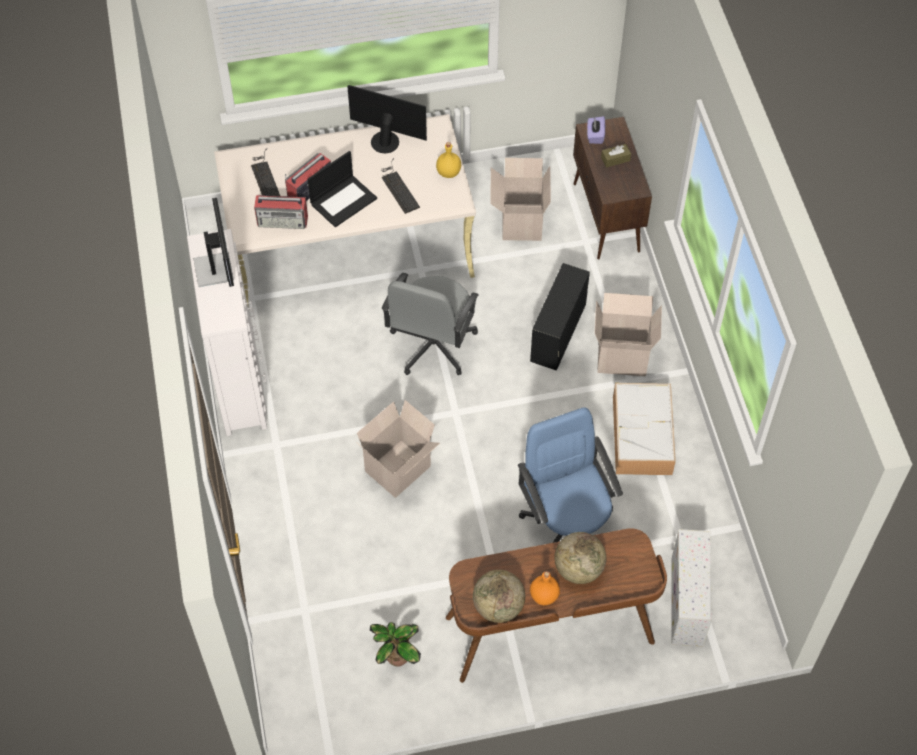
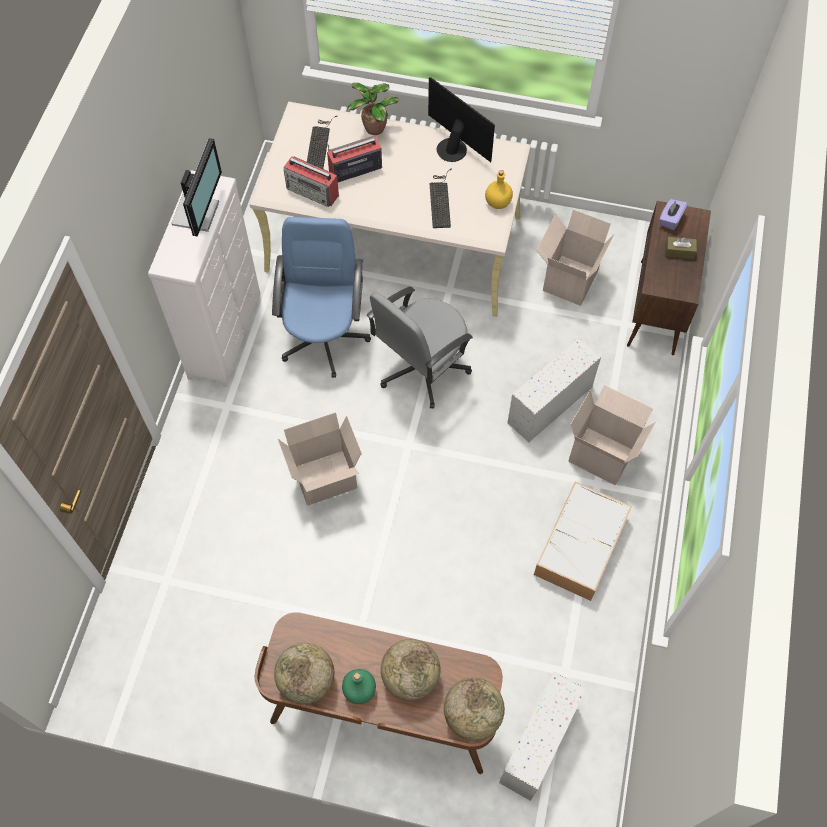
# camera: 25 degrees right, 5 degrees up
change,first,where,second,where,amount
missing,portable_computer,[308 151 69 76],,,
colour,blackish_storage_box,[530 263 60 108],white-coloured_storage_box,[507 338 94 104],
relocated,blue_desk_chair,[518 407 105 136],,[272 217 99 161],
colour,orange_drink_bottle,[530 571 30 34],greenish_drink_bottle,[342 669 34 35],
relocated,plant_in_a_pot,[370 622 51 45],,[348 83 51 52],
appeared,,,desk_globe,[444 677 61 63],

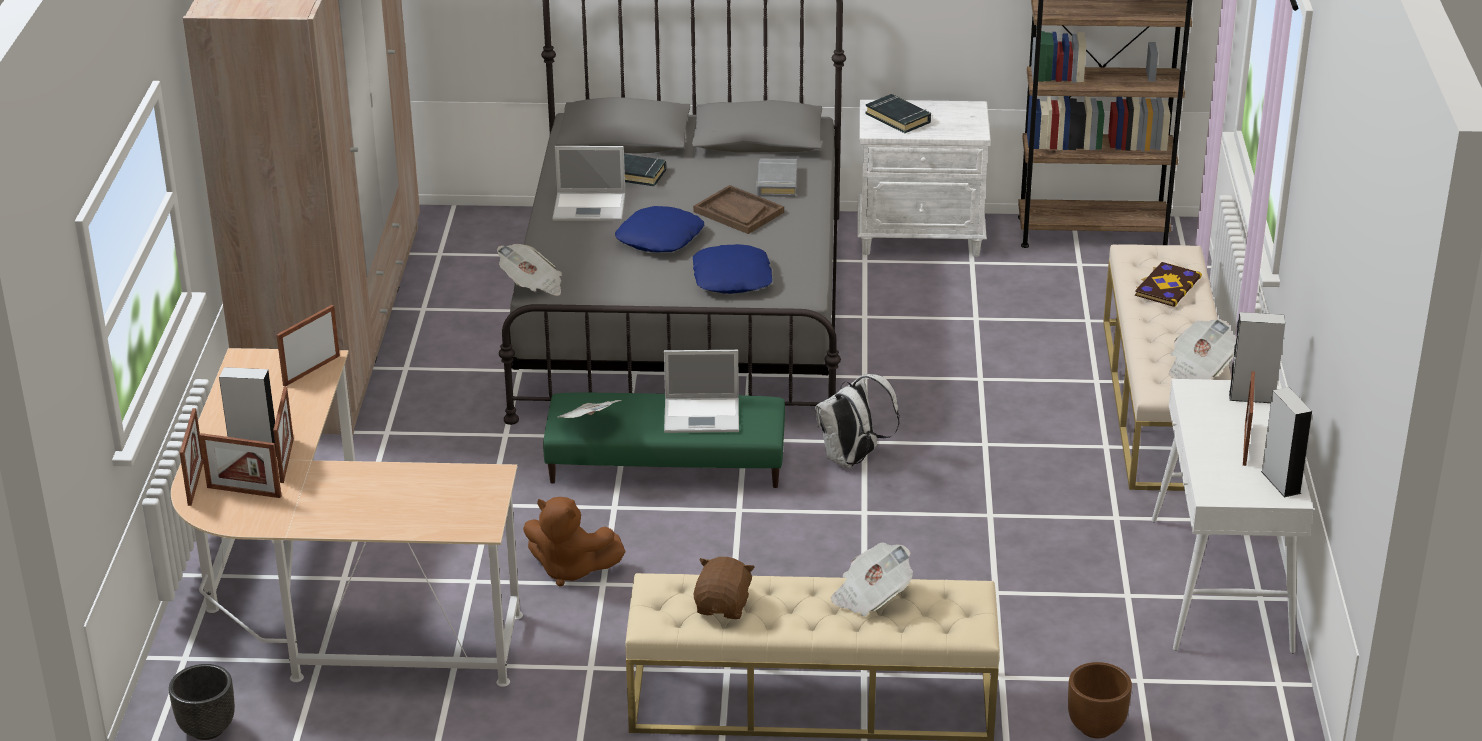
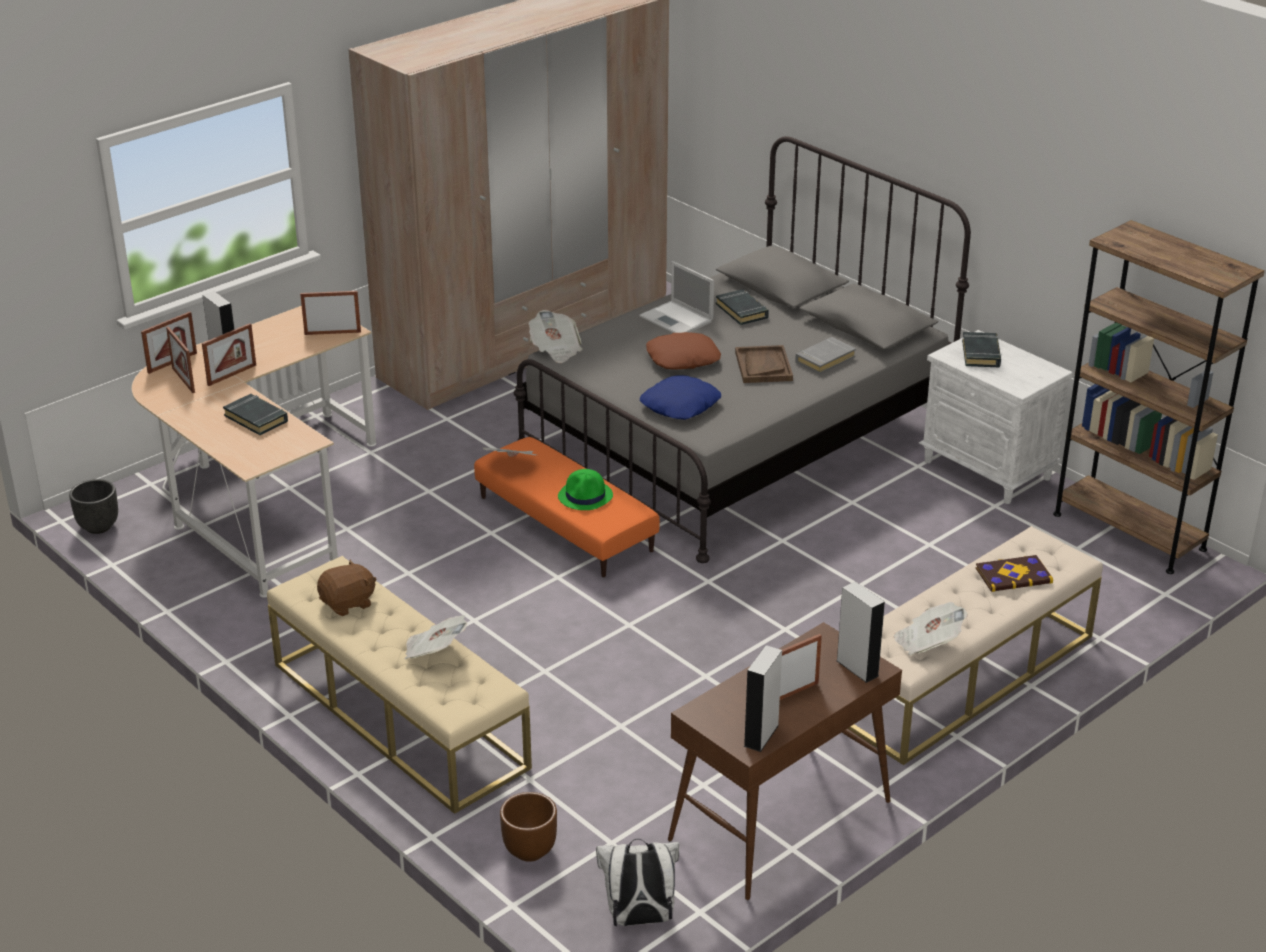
# camera: 45 degrees right, 0 degrees up
change,first,where,second,where,amount
colour,blue_cushion,[615 206 89 46],brown_cushion,[646 332 75 38],
exchanged,portable_computer,[664 350 75 83],greenish_clothing_hat,[558 469 55 41],
relocated,white-coloured_backpack,[815 374 85 94],,[596 839 83 87],
colour,white-coloured_narrow_table,[1152 379 161 274],brown_narrow_table,[668 622 234 278],
colour,greenish_ottoman,[543 393 242 95],orange_ottoman,[474 437 186 140],
missing,brown_plush_toy,[523 497 103 90],,,
appeared,,,blackish_book,[223 394 65 41],

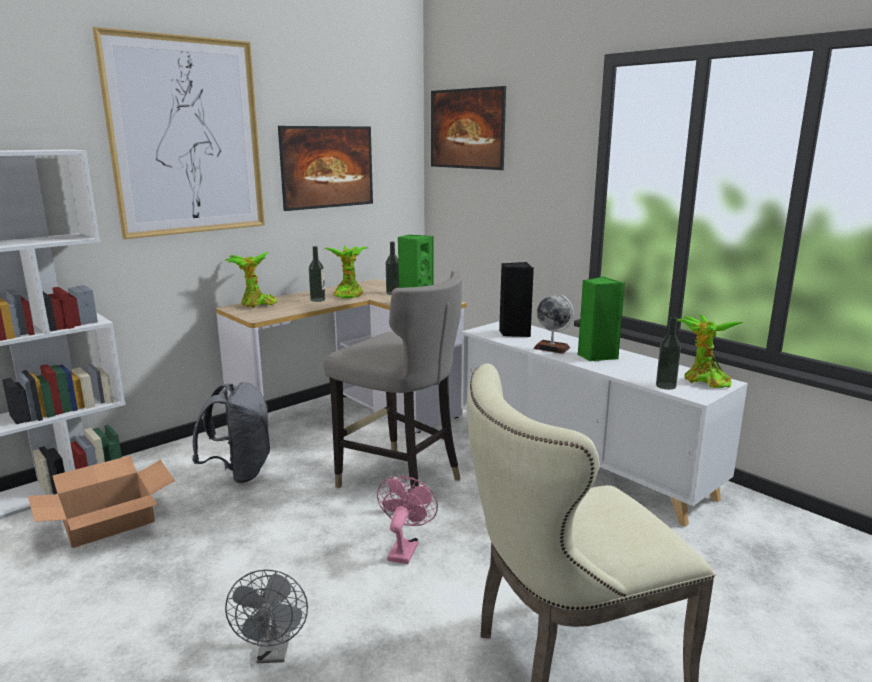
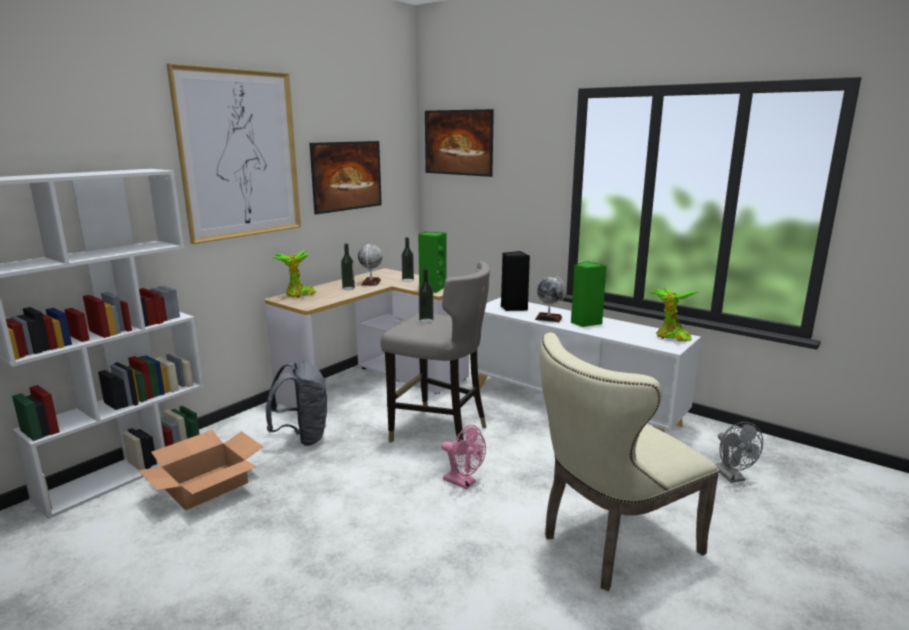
# camera: 10 degrees left, 0 degrees up
change,first,where,second,where,amount
exchanged,plant_in_a_pot,[324 246 44 52],desk_globe,[358 244 24 42],
relocated,drink_bottle,[656 317 25 73],,[419 269 15 54],
spun,pink_cooling_fan,[377 476 61 88],,[441 425 45 64],120 degrees clockwise
relocated,gray_cooling_fan,[225 569 83 94],,[715 422 48 61],

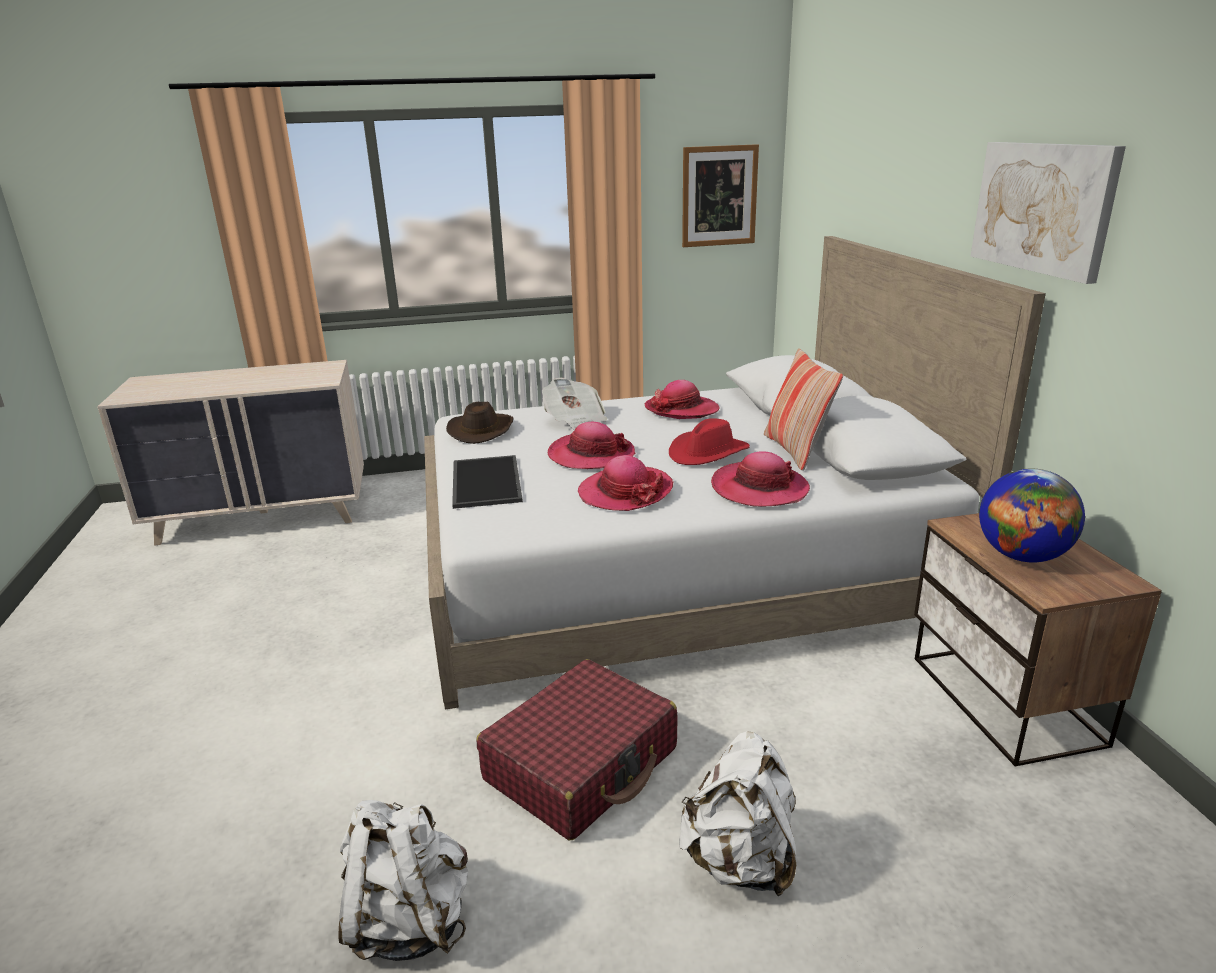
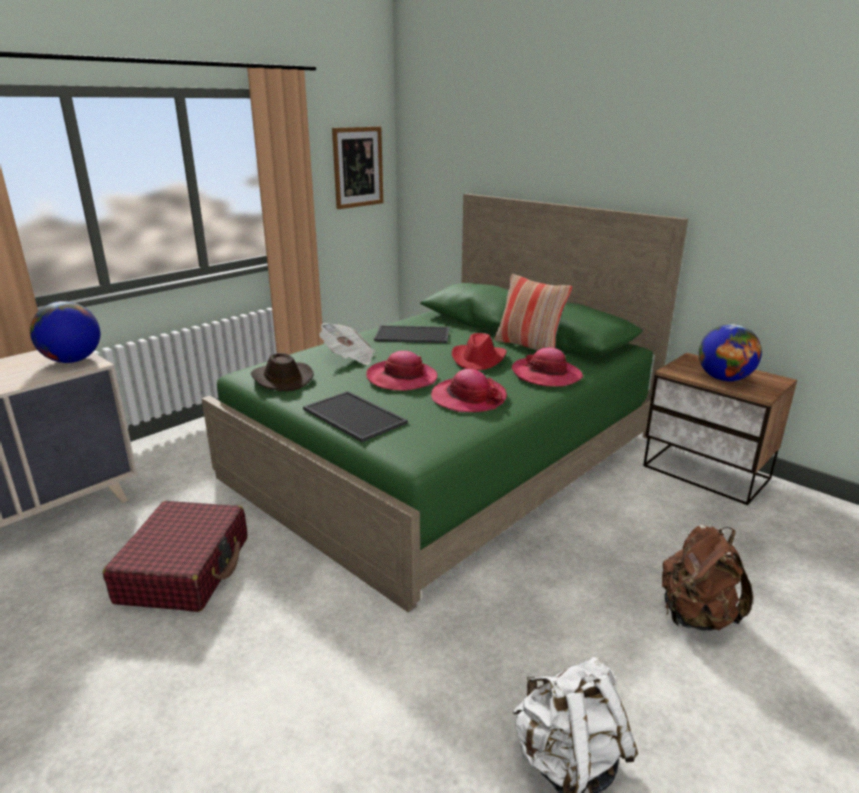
# camera: 35 degrees left, 0 degrees up
change,first,where,second,where,amount
missing,wall_picture,[971 142 155 142],,,
colour,white-coloured_bedroom_bed,[424 236 622 474],greenish_bedroom_bed,[201 194 487 419],
exchanged,clothing_hat,[644 380 76 39],carrying_tray,[374 325 75 18],
relocated,reddish_travel_case,[476 659 202 181],,[103 501 144 111],
colour,white-coloured_backpack,[679 731 117 165],brown_backpack,[662 524 91 107],
appeared,,,desk_globe,[30 301 70 62],

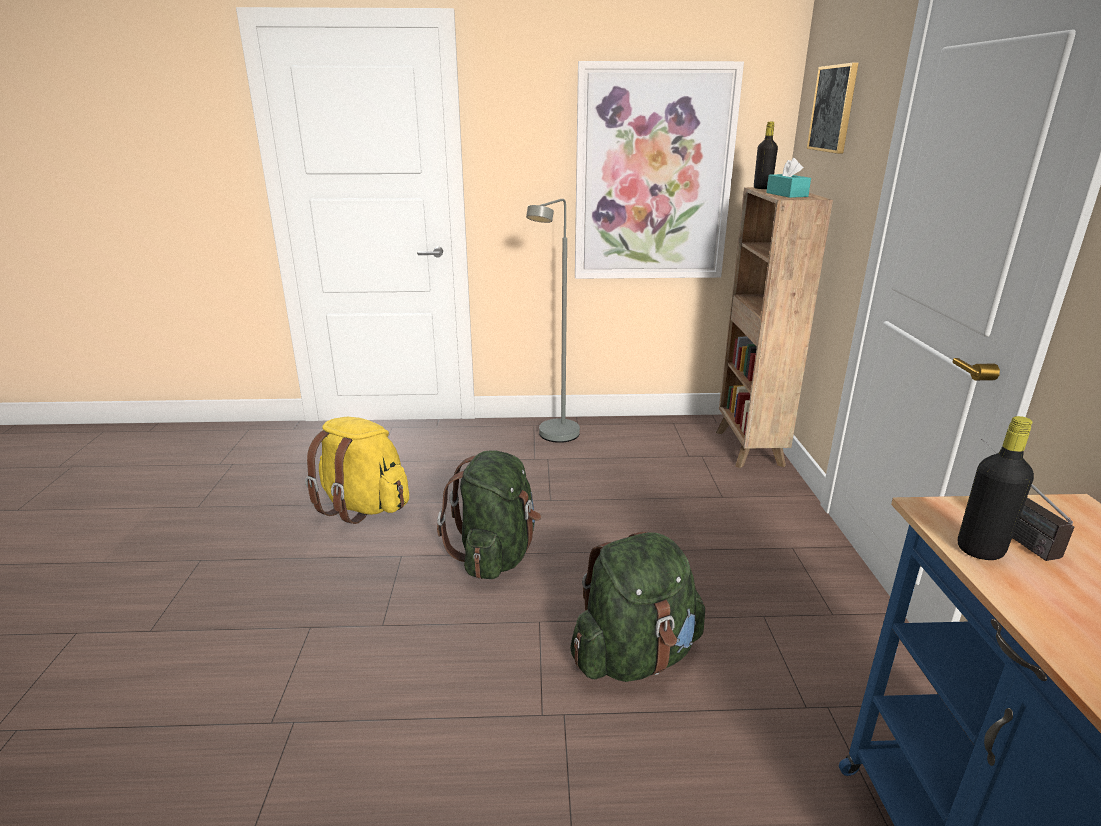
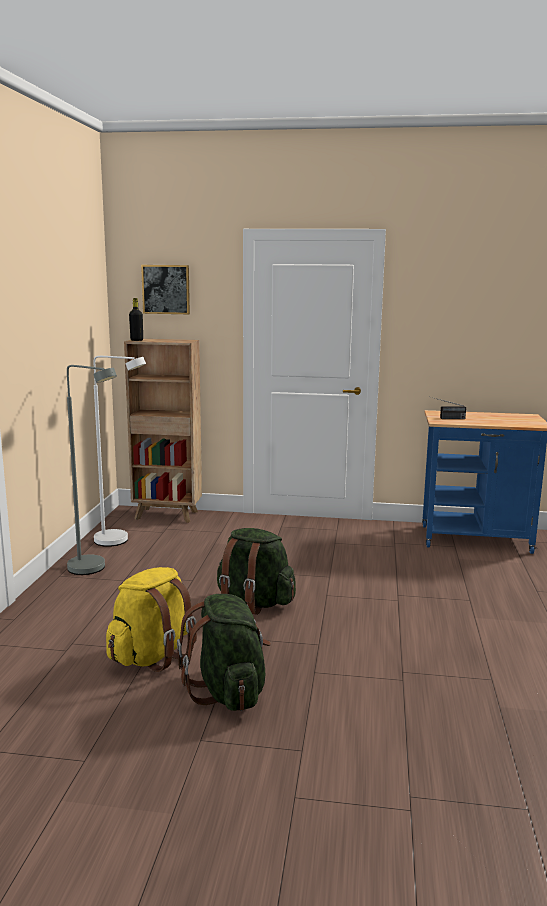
# camera: 80 degrees left, 10 degrees down
change,first,where,second,where,amount
missing,wall_picture,[575 61 169 218],,,
missing,blue-green_tissue_box,[766 158 45 40],,,
missing,blackish_drink_bottle,[958 416 76 144],,,
relocated,greenish_backpack,[570 532 135 150],,[177 594 94 117],
appeared,,,white-coloured_standing_lamp,[94 356 52 191],

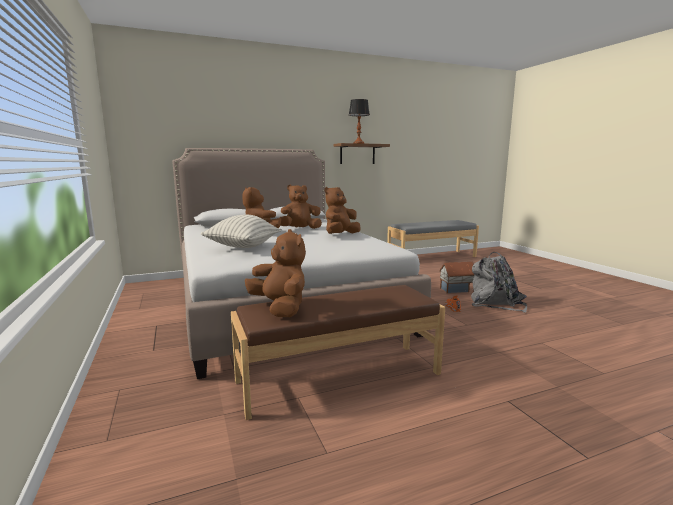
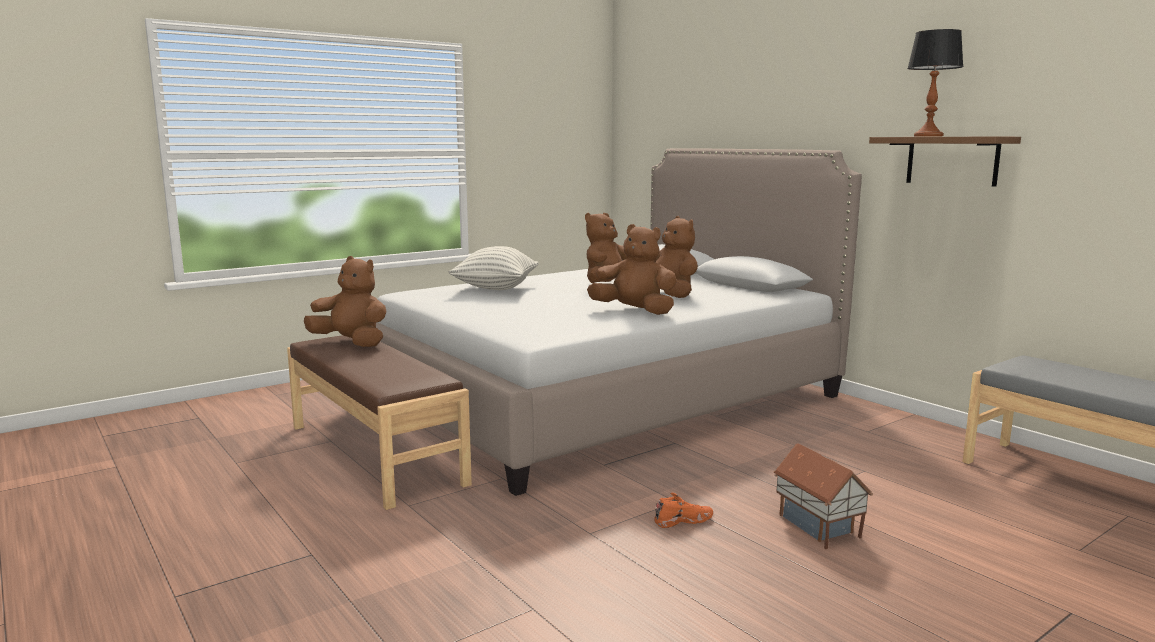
# camera: 75 degrees right, 0 degrees up
change,first,where,second,where,amount
spun,brown_plush_toy,[245 229 61 88],,[304 256 82 91],105 degrees counterclockwise
missing,gray_backpack,[471 252 56 61],,,

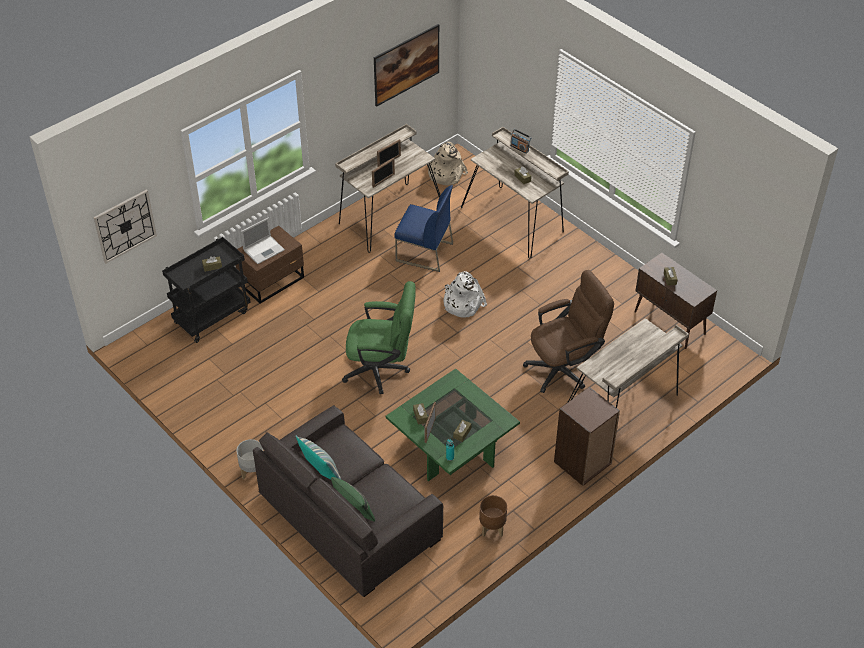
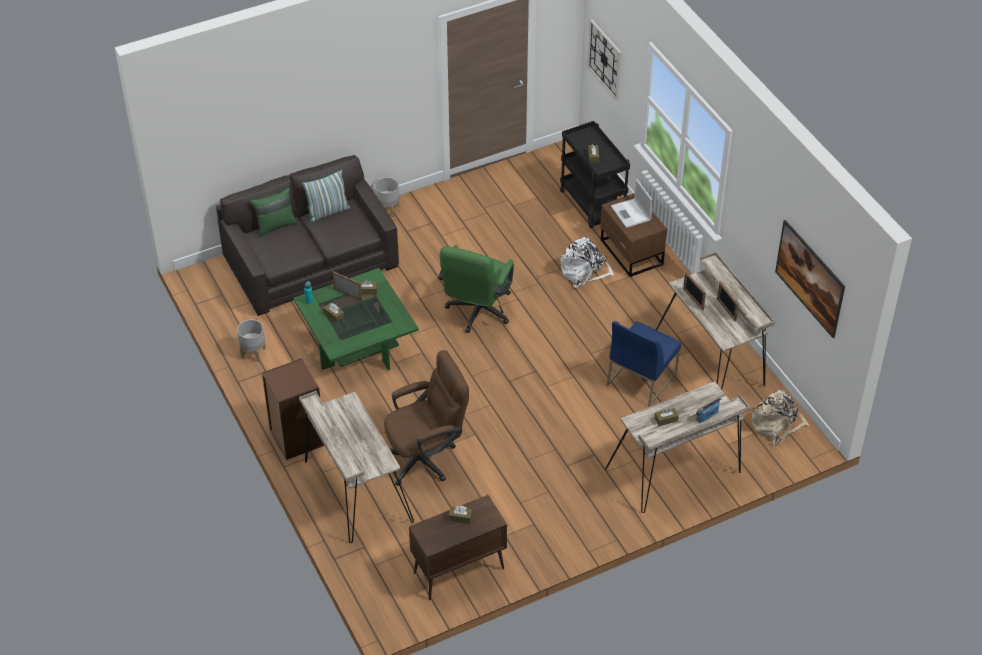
# camera: 105 degrees right, 0 degrees up
change,first,where,second,where,amount
spun,brown_desk_chair,[523 270 91 123],,[384 350 85 136],105 degrees counterclockwise
relocated,white-coloured_backpack,[443 271 44 47],,[560 237 54 51],
colour,brown_flower_pot,[479 495 28 42],gray_flower_pot,[237 319 29 43],

